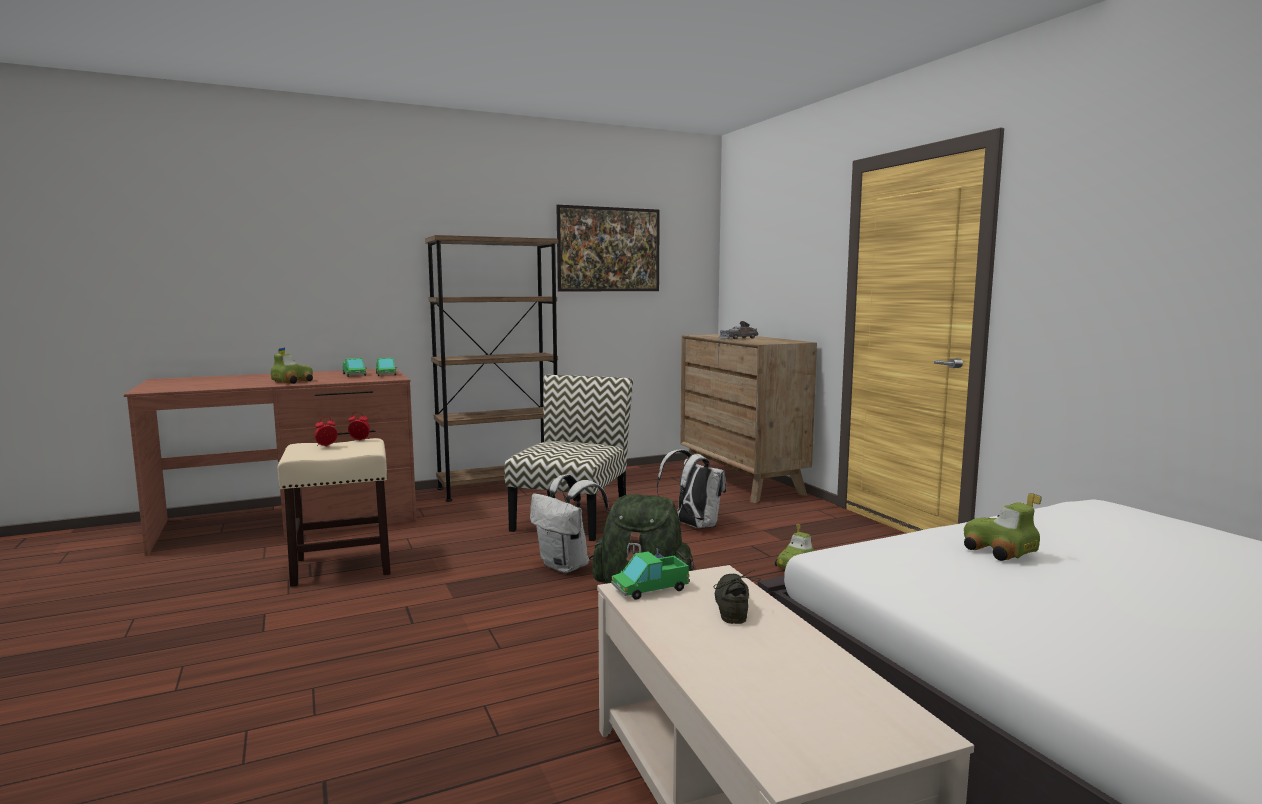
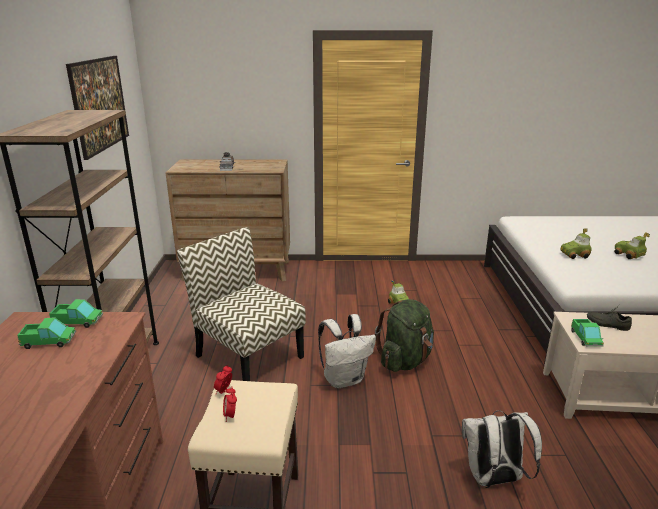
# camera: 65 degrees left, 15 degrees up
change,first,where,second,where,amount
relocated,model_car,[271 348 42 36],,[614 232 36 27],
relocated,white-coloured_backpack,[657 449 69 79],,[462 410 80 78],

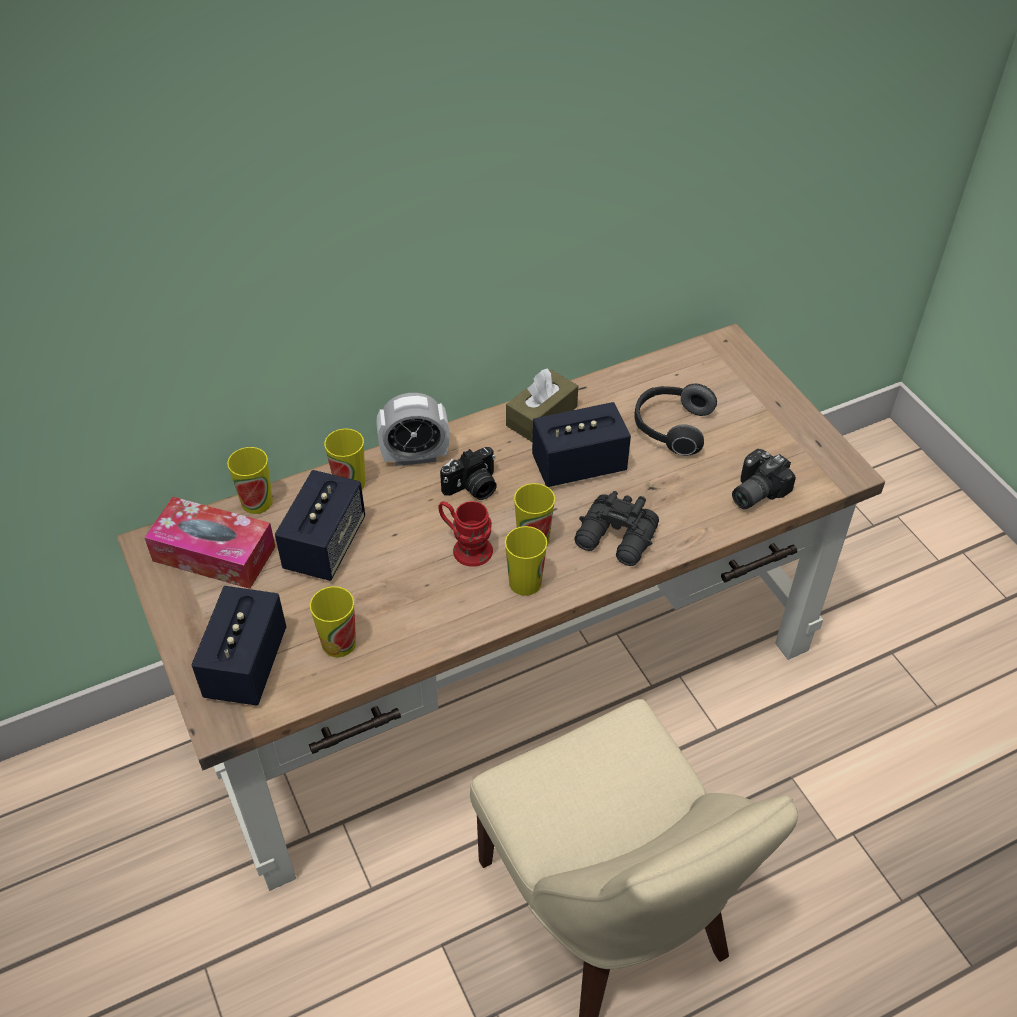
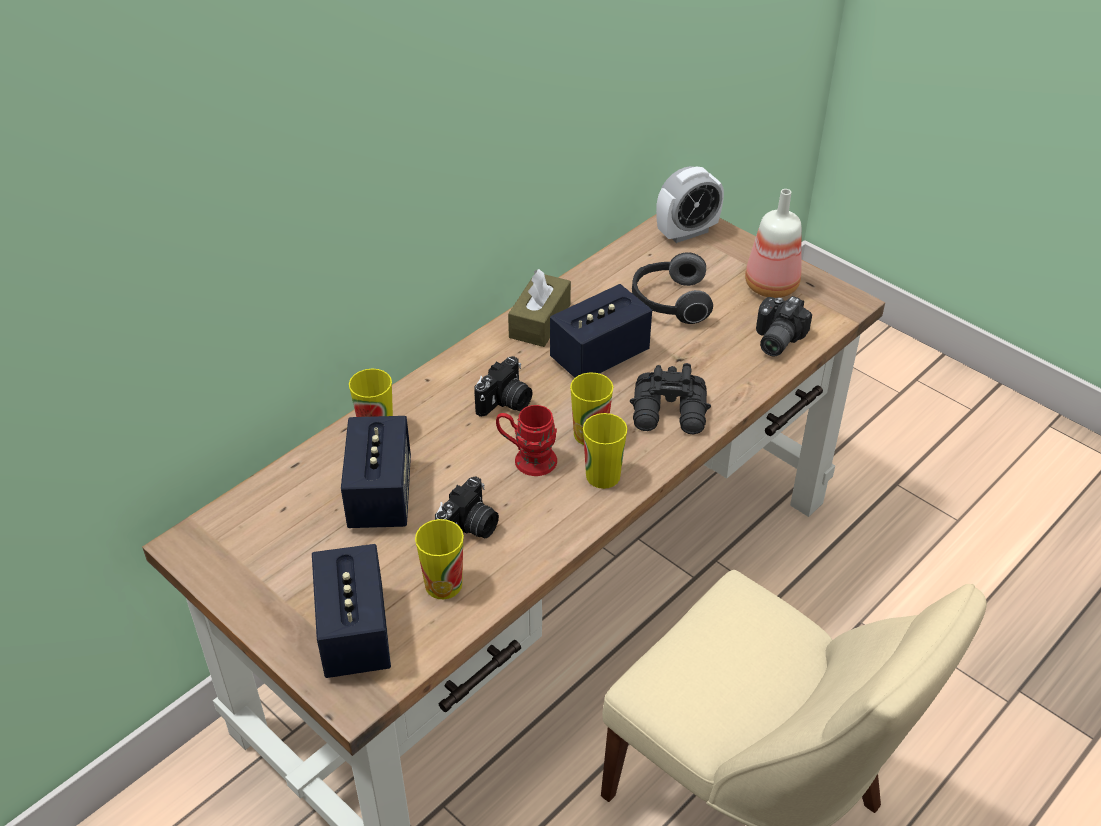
# camera: 20 degrees left, 5 degrees down
change,first,where,second,where,amount
relocated,table_clock,[376 393 73 73],,[656 166 68 77],
missing,cup,[227 447 46 67],,,
missing,tissue_box,[144 497 132 92],,,
appeared,,,drink_bottle,[745 189 57 109],
appeared,,,photo_camera,[435 476 64 62],

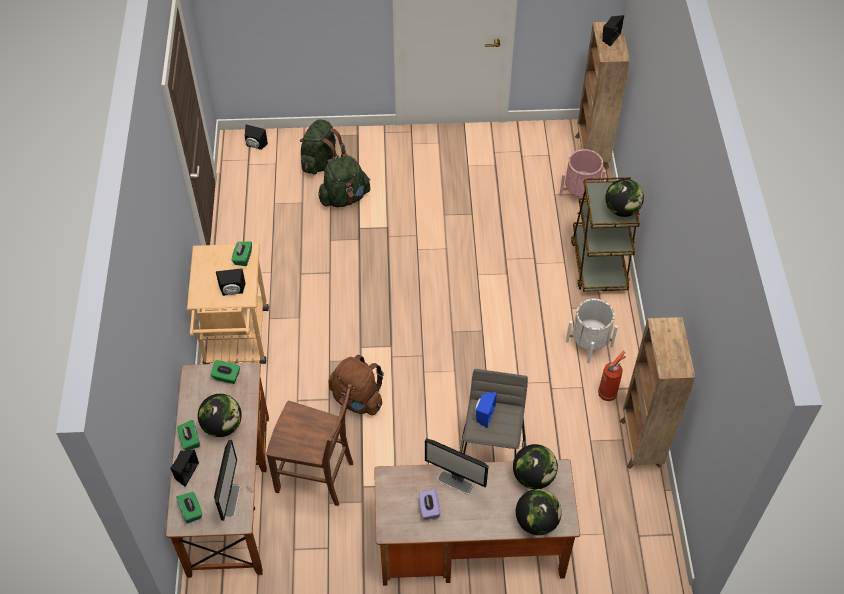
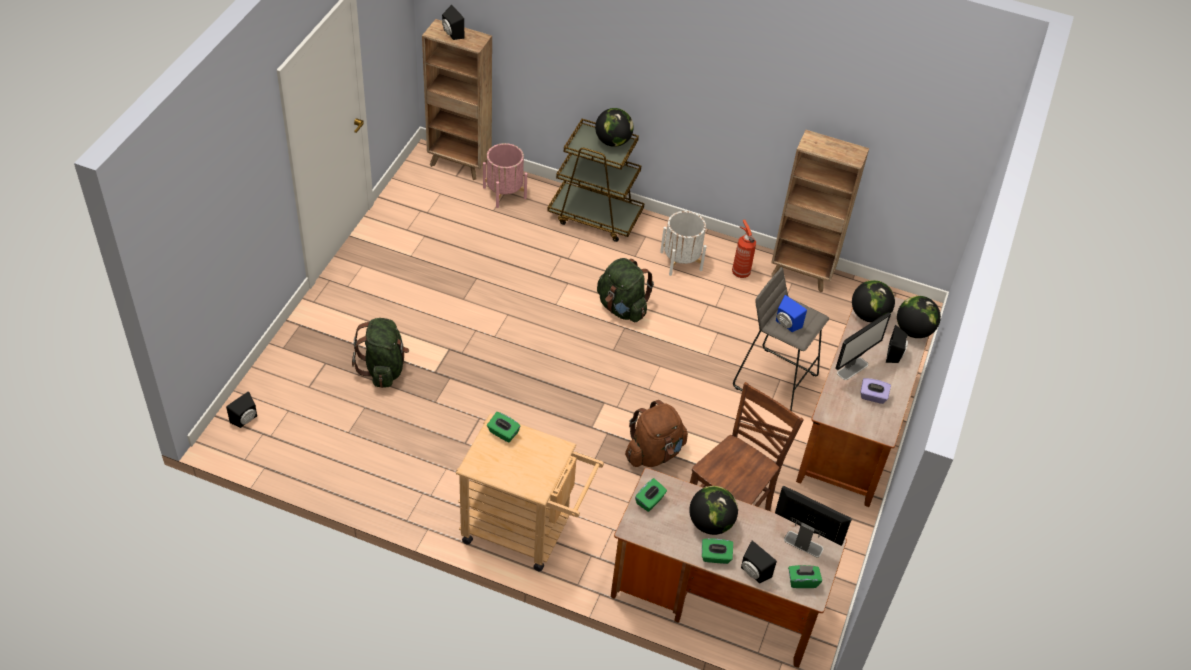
# camera: 70 degrees left, 5 degrees down
change,first,where,second,where,amount
relocated,greenish_backpack,[300 119 46 56],,[597 258 57 64],
relocated,blackish_audio_speaker,[216 268 30 28],,[886 325 22 38],

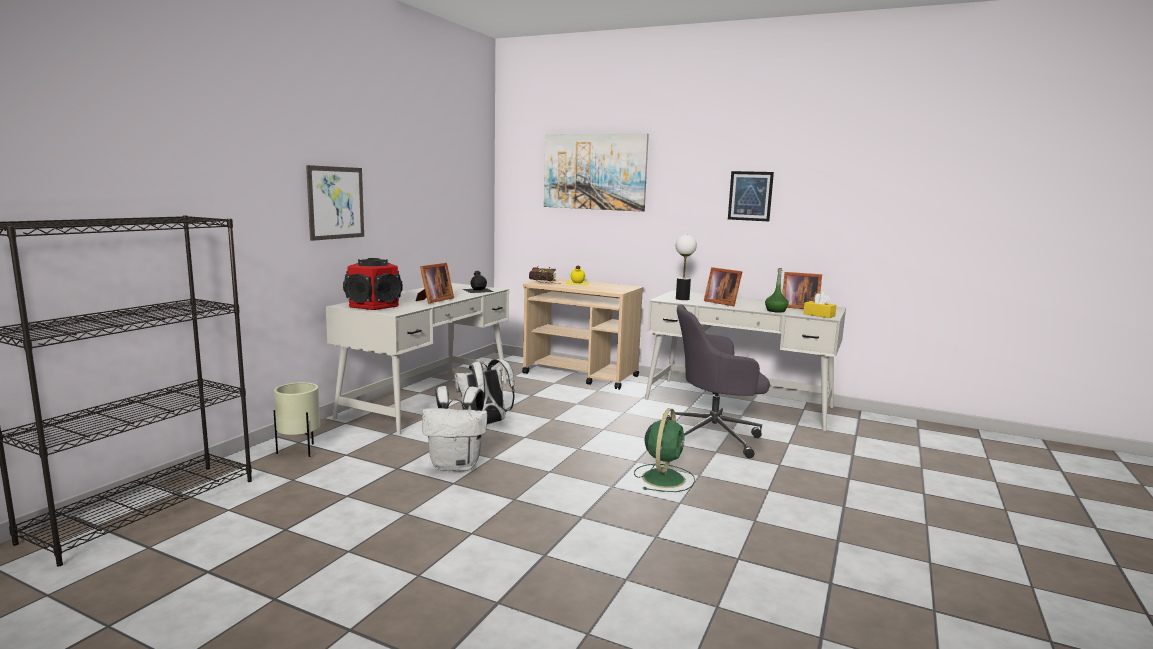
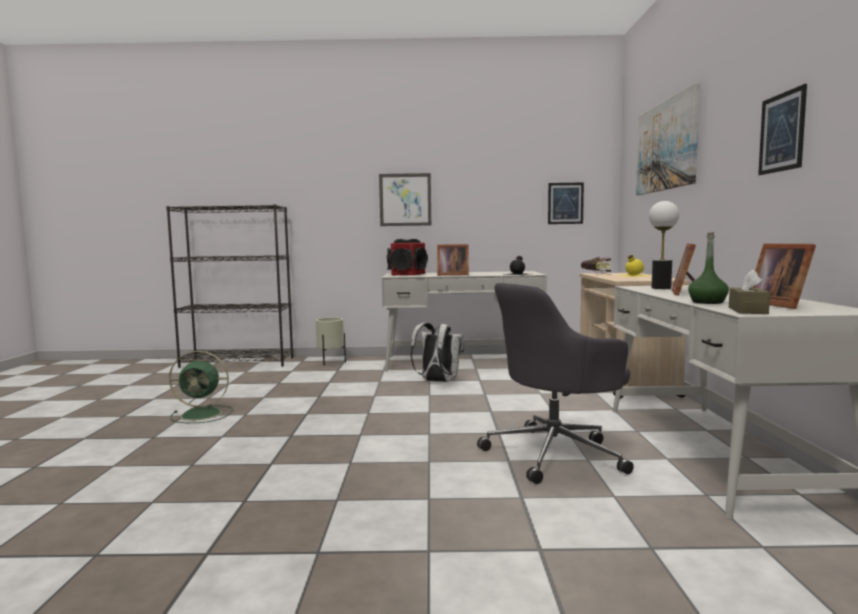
# camera: 65 degrees right, 5 degrees down
change,first,where,second,where,amount
colour,yellowish_tissue_box,[803 292 34 26],brown_tissue_box,[729 269 41 45],
spun,gray_desk_chair,[666 305 104 153],,[477 283 157 201],90 degrees counterclockwise
missing,white-coloured_backpack,[422 386 66 85],,,
relocated,greenish_cooling_fan,[634 408 61 84],,[169 351 64 72],
appeared,,,wall_picture,[548 182 36 42],

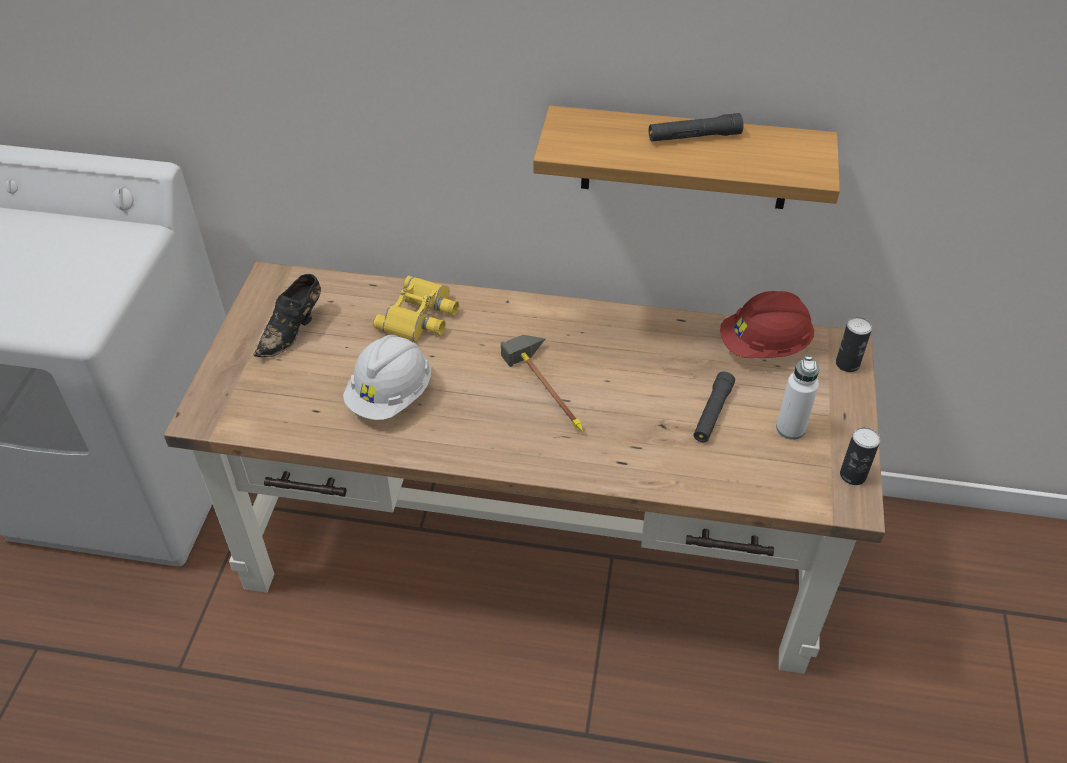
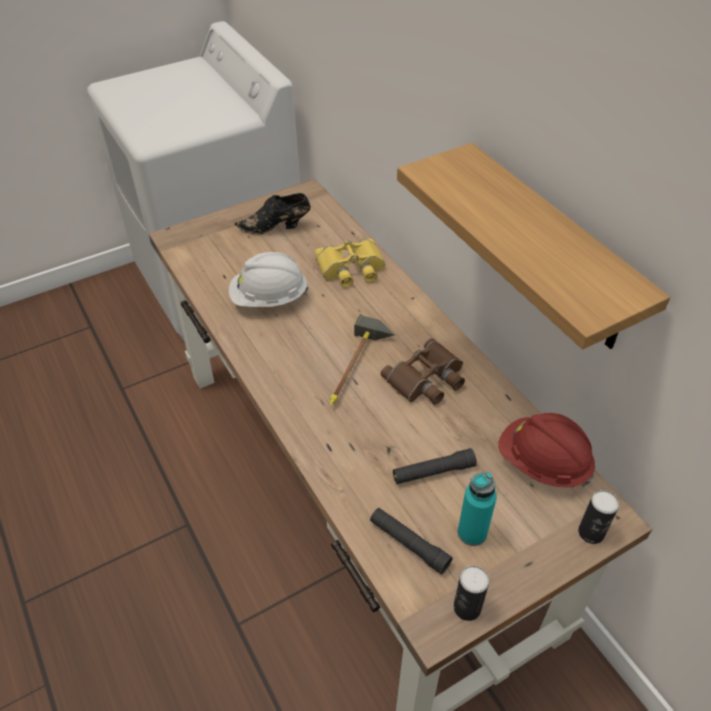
# camera: 50 degrees right, 0 degrees up
change,first,where,second,where,amount
relocated,blackish_hand_torch,[649 113 95 29],,[370 508 83 67],
colour,white-coloured_drink_bottle,[776 356 43 84],blue-green_drink_bottle,[458 472 39 74],
appeared,,,brown_binoculars,[381 338 84 67],

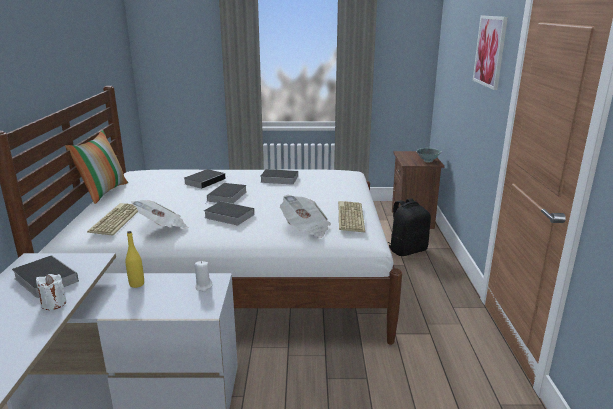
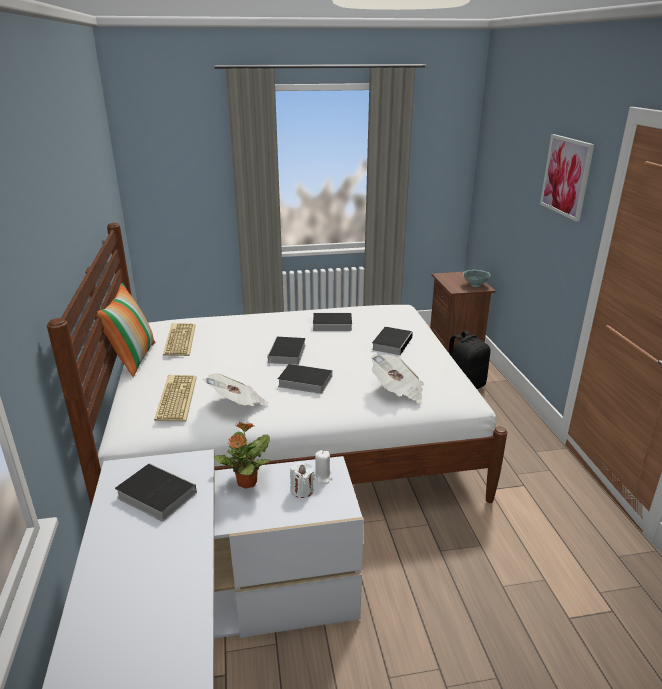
# camera: 10 degrees left, 5 degrees up
change,first,where,second,where,amount
relocated,book,[184 169 41 20],,[372 327 41 28],
relocated,computer_keyboard,[338 201 27 31],,[163 323 33 33],
exchanged,yellowish_drink_bottle,[126 231 18 57],plant_in_a_pot,[214 422 56 66],
relocated,white-coloured_wax_candle,[36 274 31 36],,[290 462 25 36],

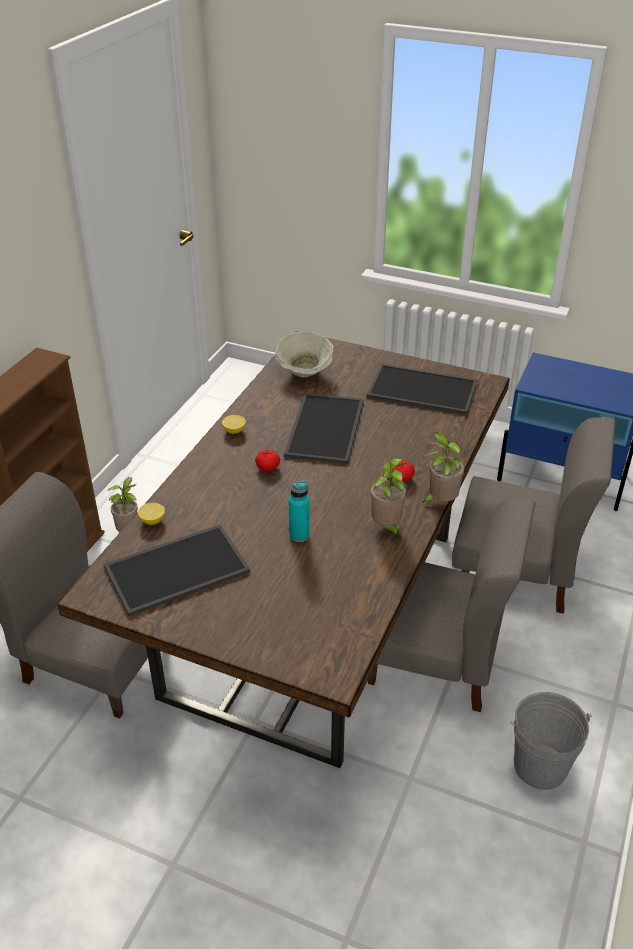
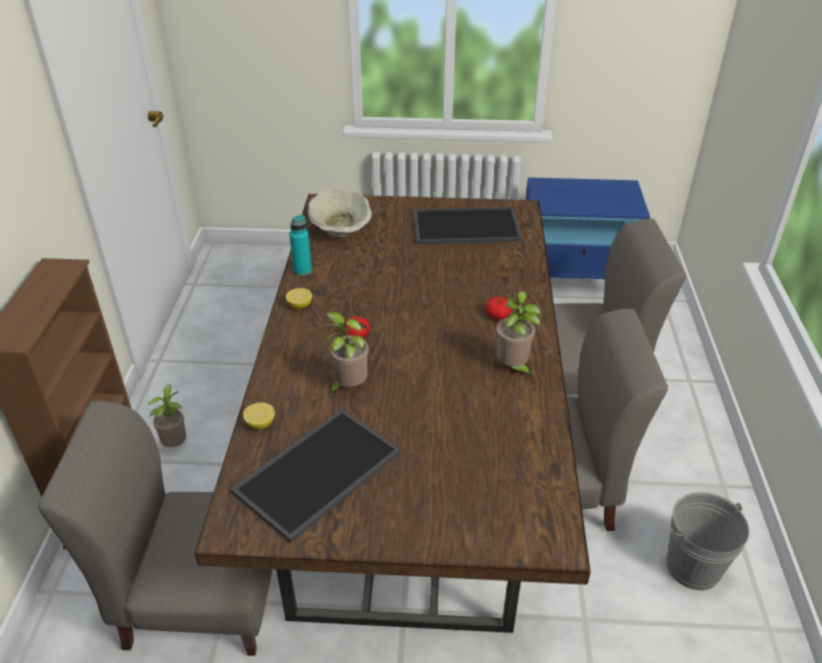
# camera: 20 degrees left, 0 degrees up
change,first,where,second,where,amount
missing,carrying_tray,[284 393 79 71],,,
relocated,plant_in_a_pot,[422 432 44 71],,[319 312 50 81],
relocated,blue-green_drink_bottle,[289 481 21 61],,[289 215 23 61],

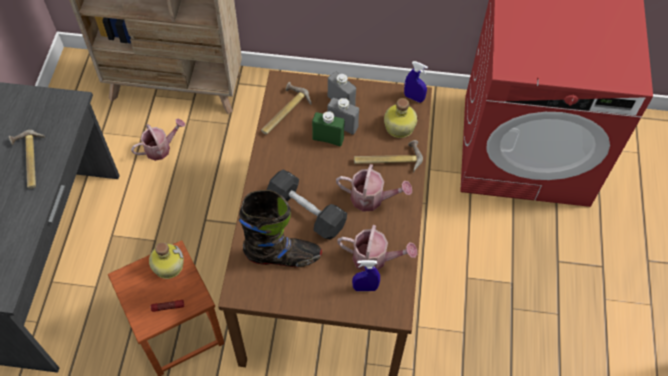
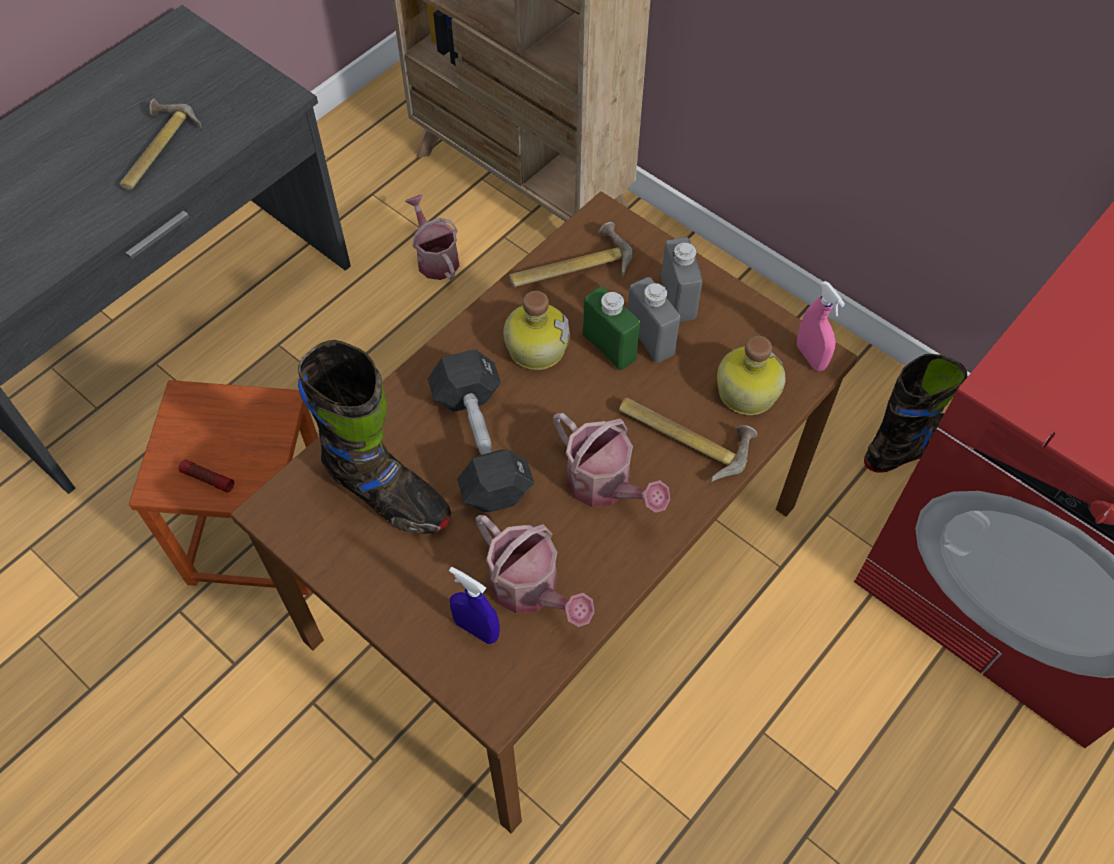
# camera: 35 degrees right, 0 degrees up
change,first,where,second,where,amount
colour,blue_spray_bottle,[404 61 24 42],pink_spray_bottle,[797 281 48 90],
spun,watering_pot,[131 119 55 42],,[405 195 55 85],120 degrees counterclockwise
relocated,drink_bottle,[149 242 35 37],,[503 291 67 79],
appeared,,,blackish_tall_boot,[864 354 103 119],

